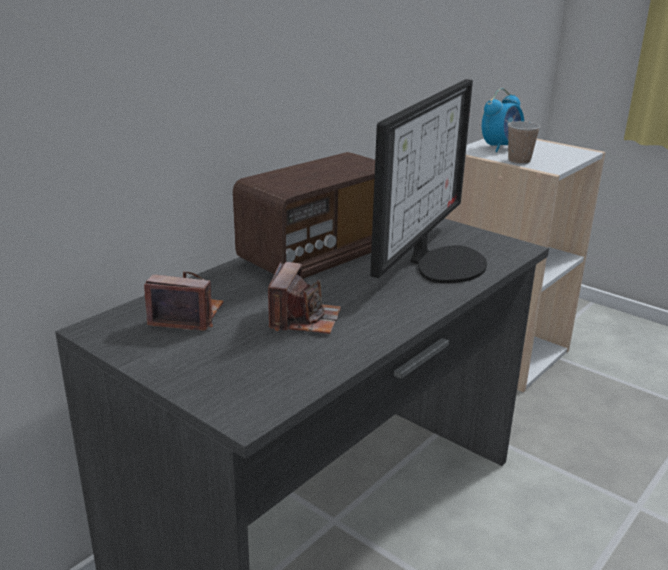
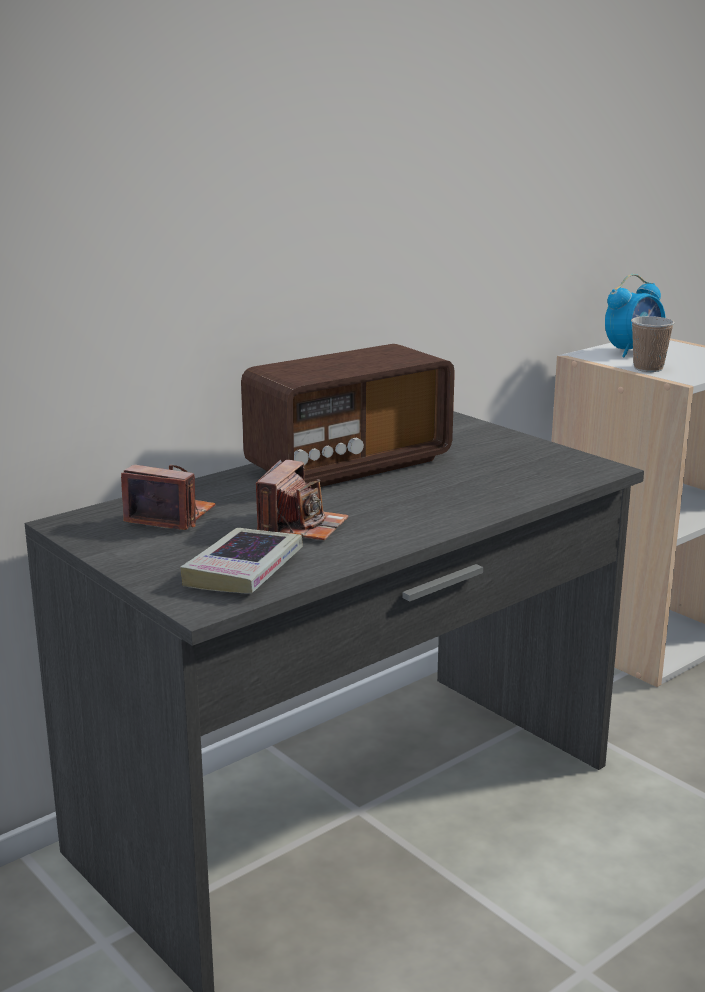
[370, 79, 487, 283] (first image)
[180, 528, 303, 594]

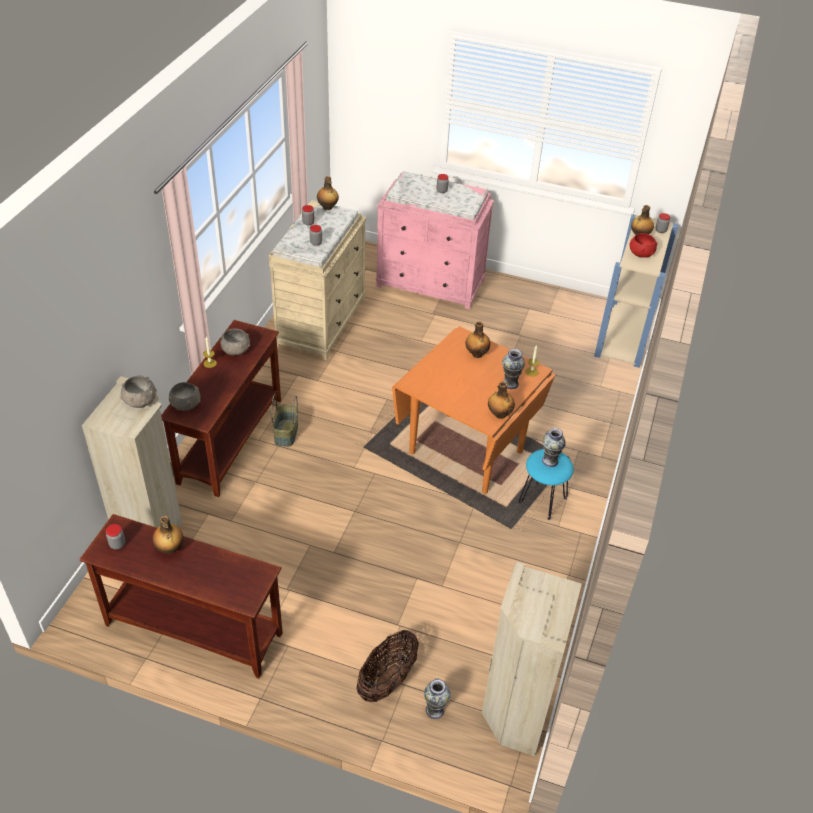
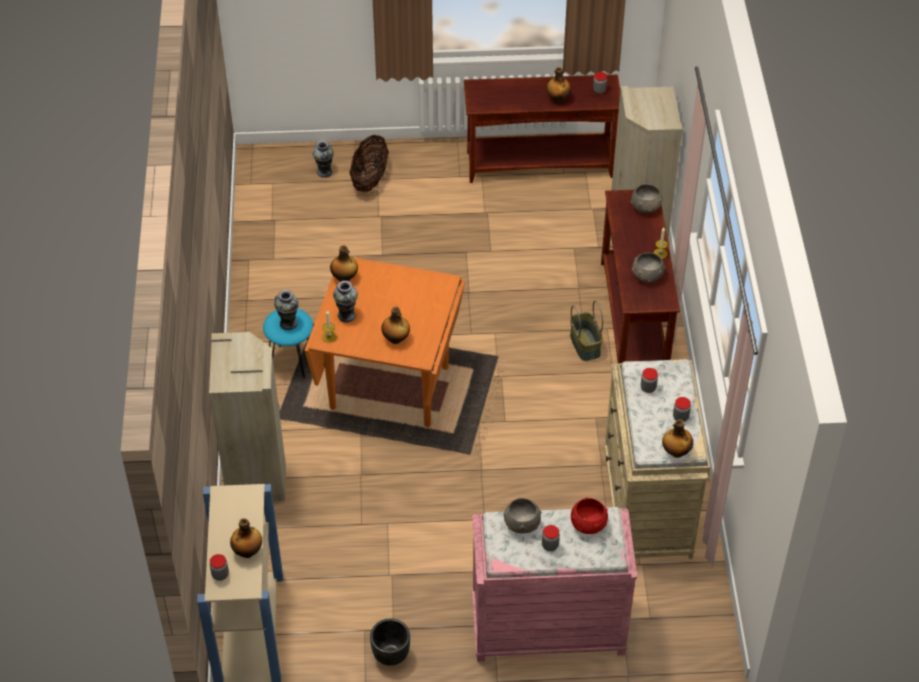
[504, 498, 542, 534]
[209, 332, 286, 502]
[571, 498, 608, 534]
[370, 619, 410, 666]

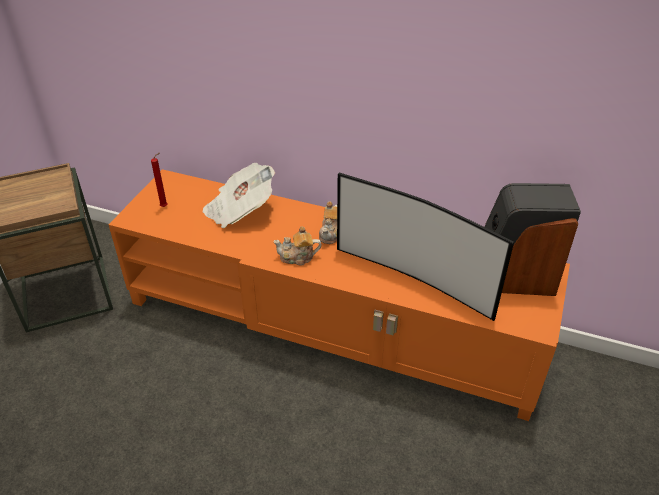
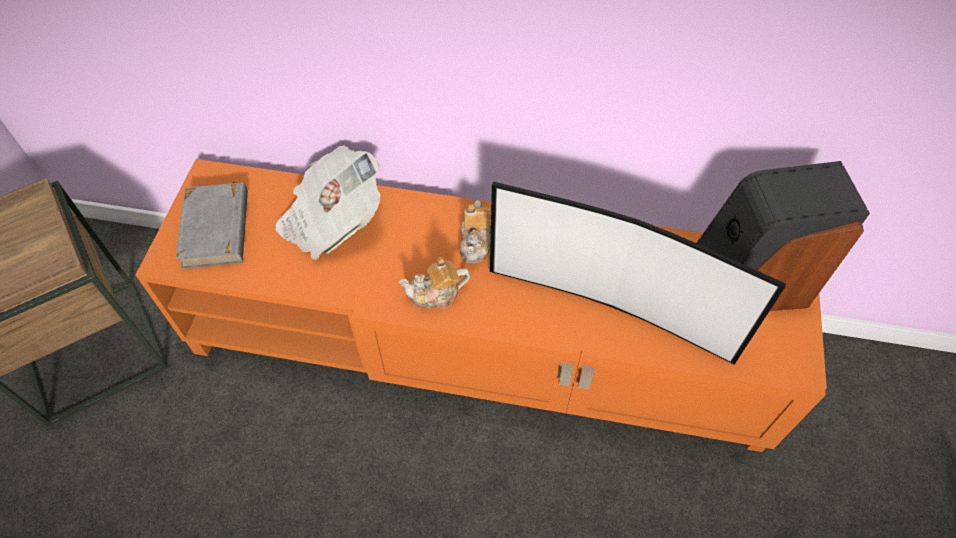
[175, 182, 248, 269]

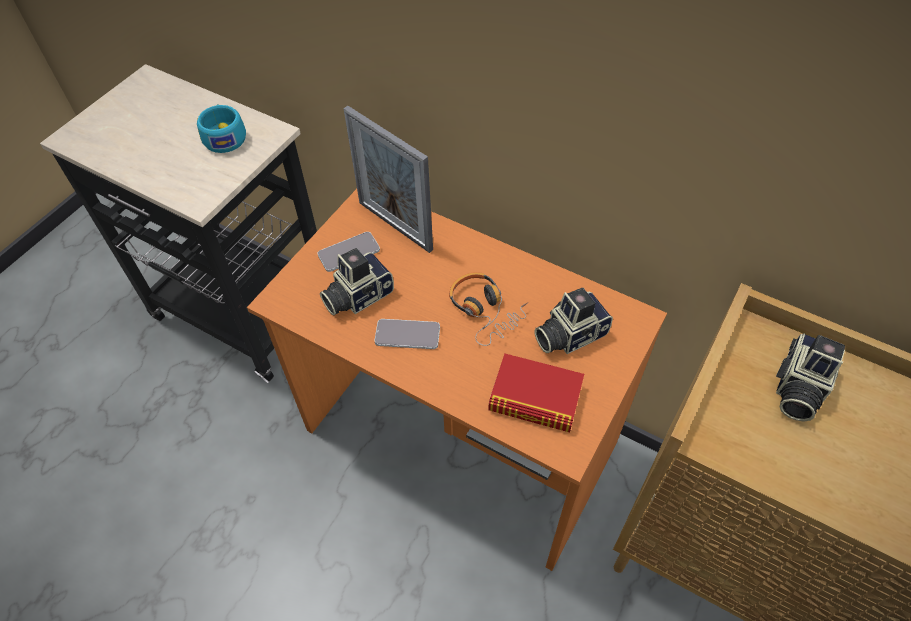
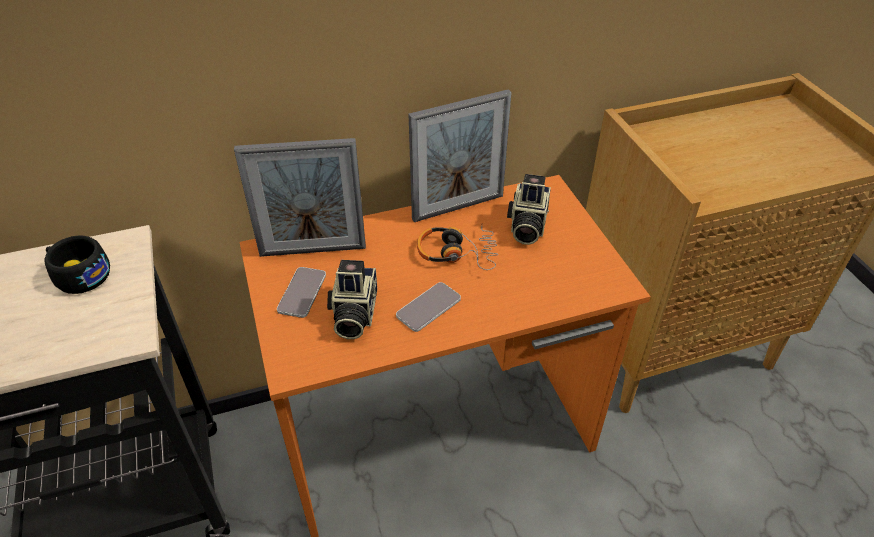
[44, 235, 110, 294]
[488, 353, 584, 433] (first image)
[776, 333, 845, 422] (first image)
[408, 89, 512, 222]

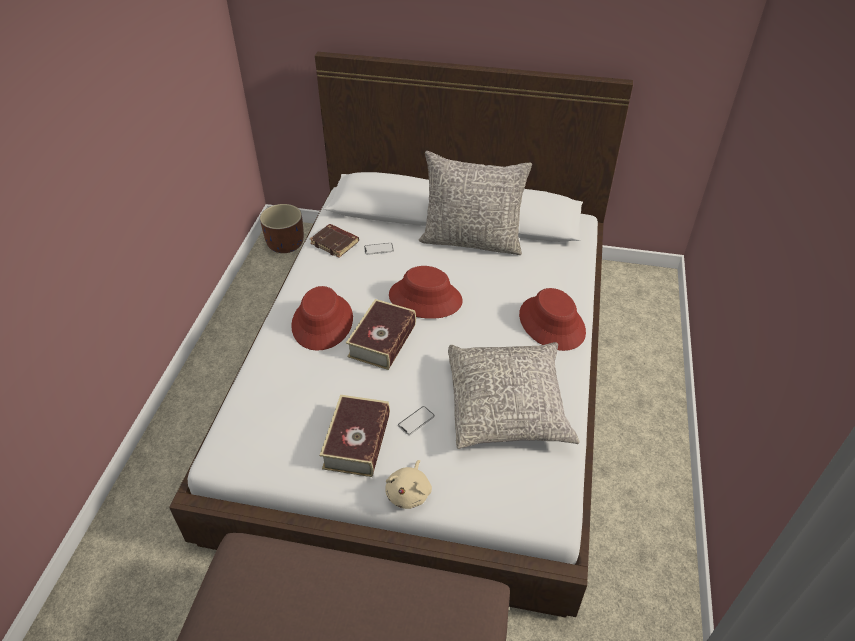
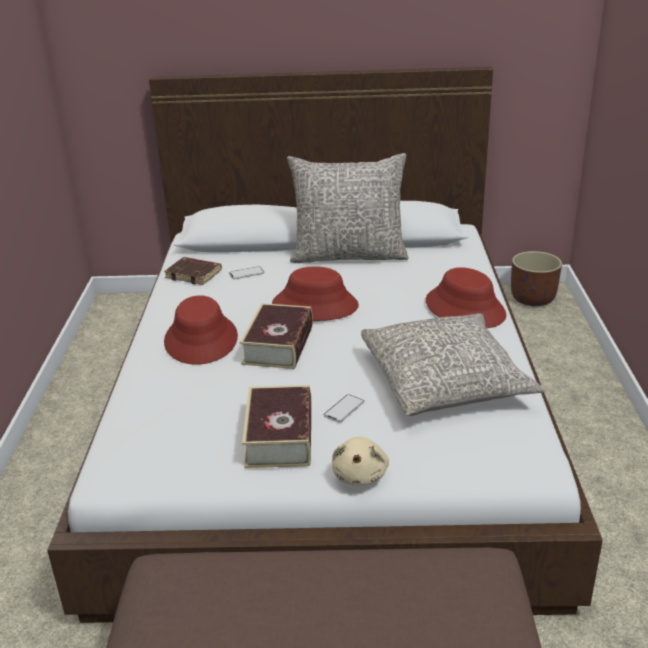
[511, 251, 562, 306]

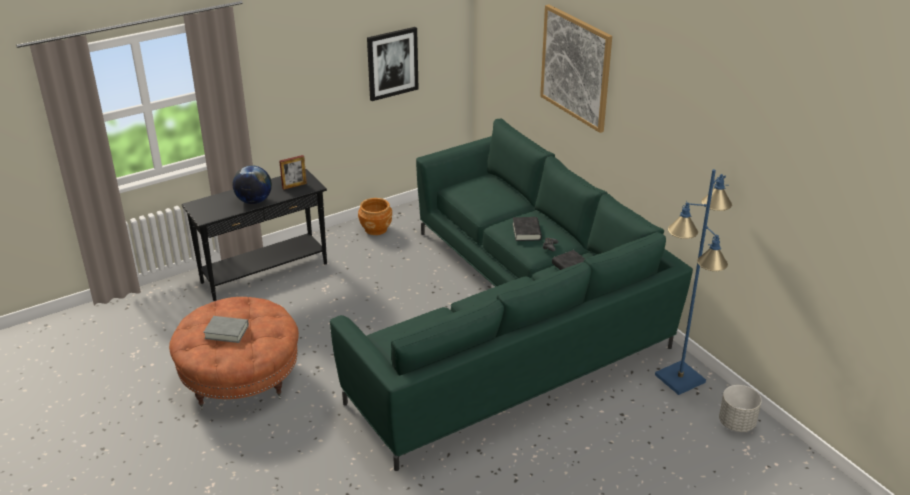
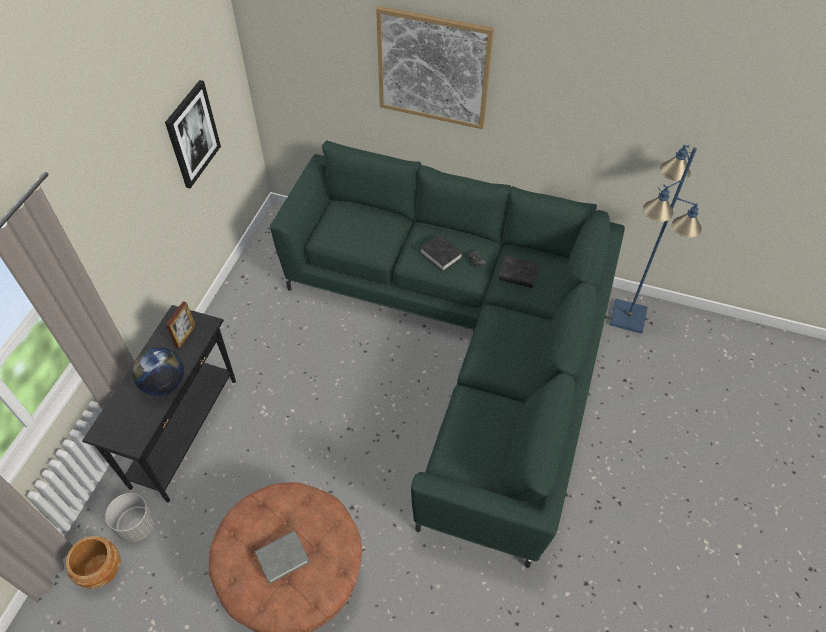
[66, 536, 121, 588]
[105, 493, 155, 543]

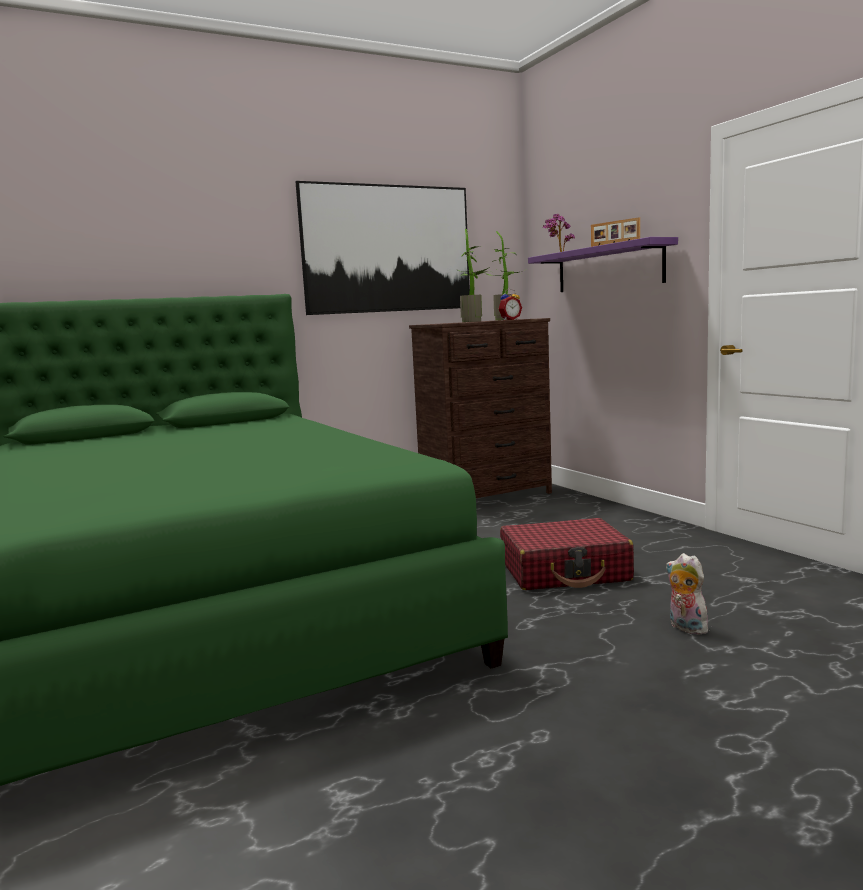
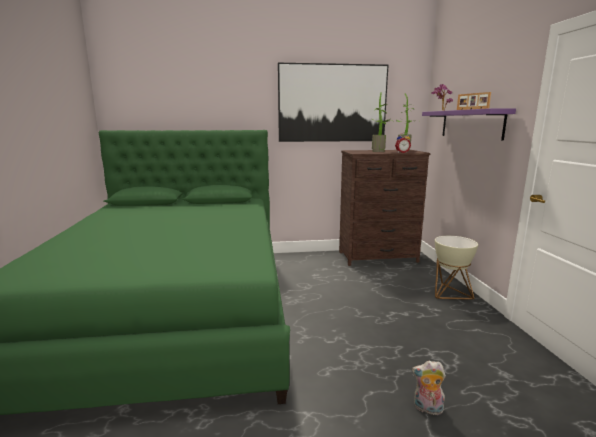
[500, 518, 634, 590] (first image)
[412, 361, 446, 415]
[435, 236, 478, 299]

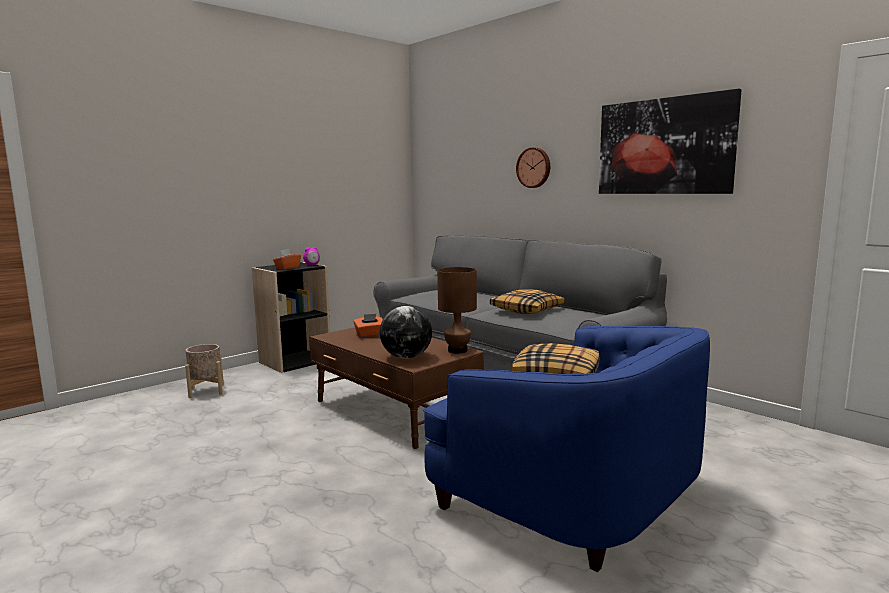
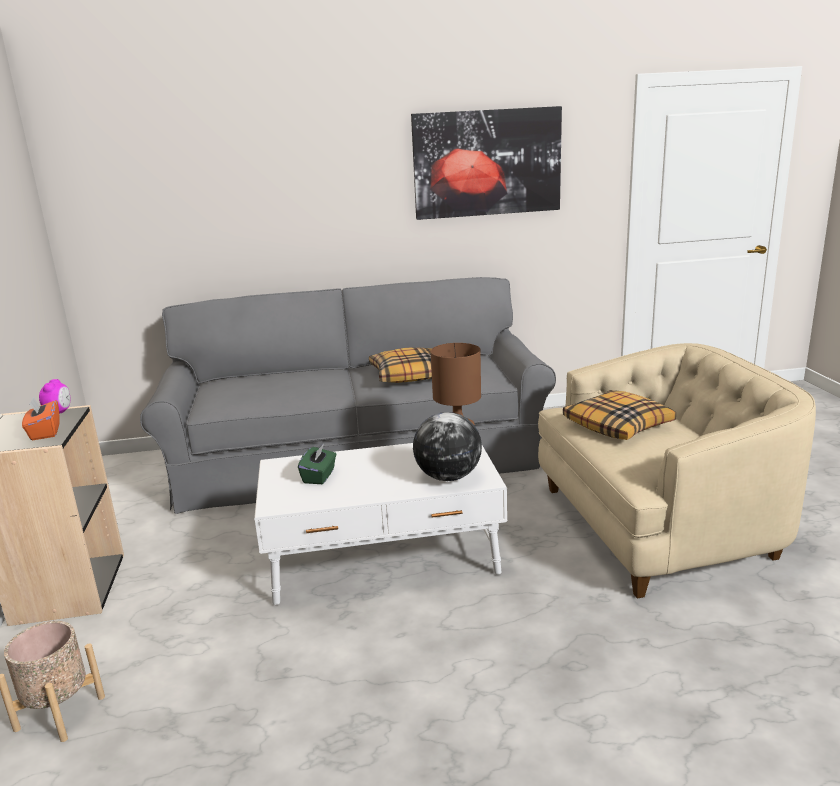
[254, 443, 507, 605]
[298, 444, 336, 484]
[538, 343, 816, 599]
[516, 147, 550, 188] (first image)

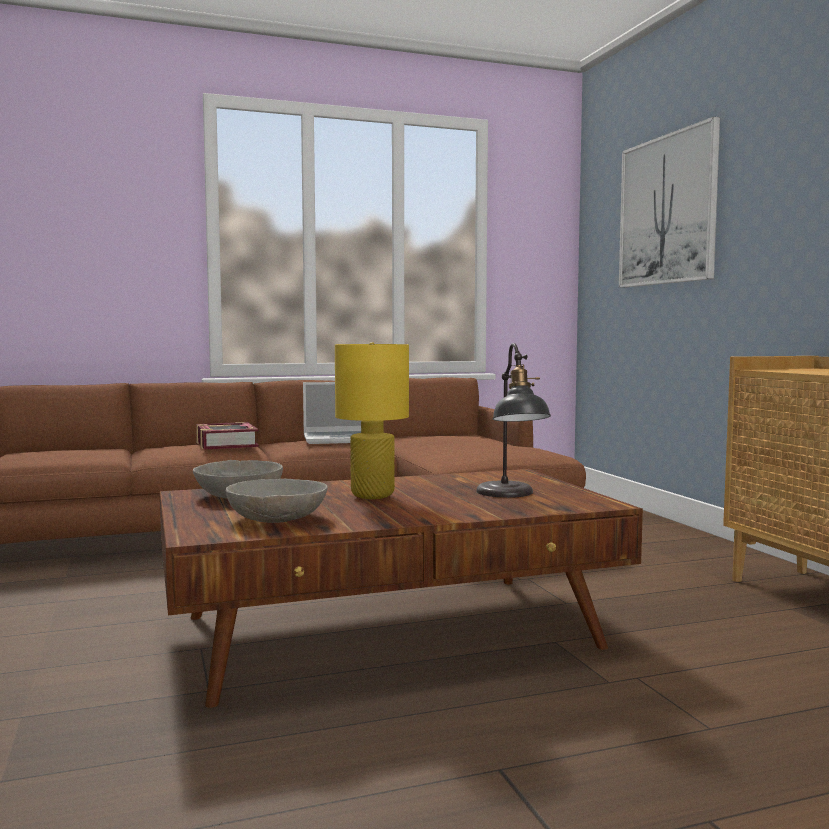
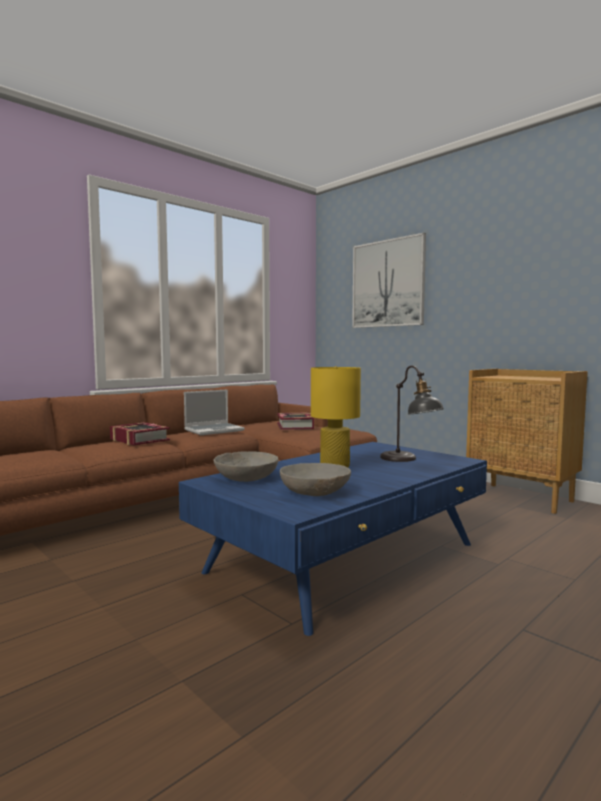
[179, 442, 487, 636]
[277, 413, 314, 430]

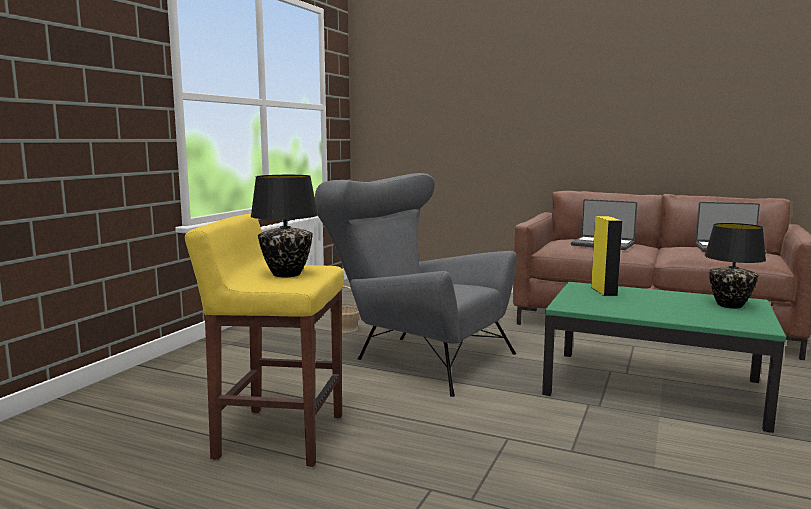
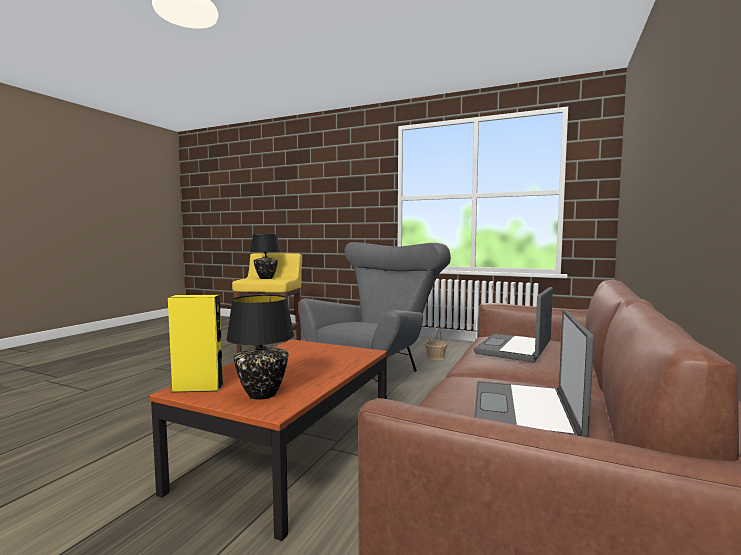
[150, 340, 387, 541]
[168, 295, 223, 393]

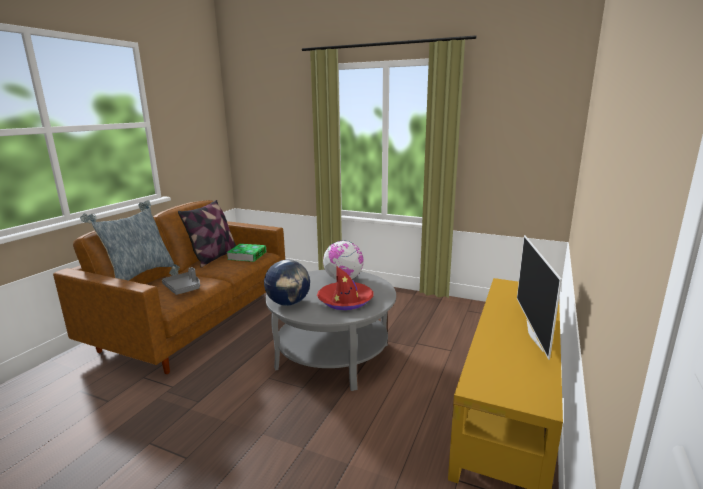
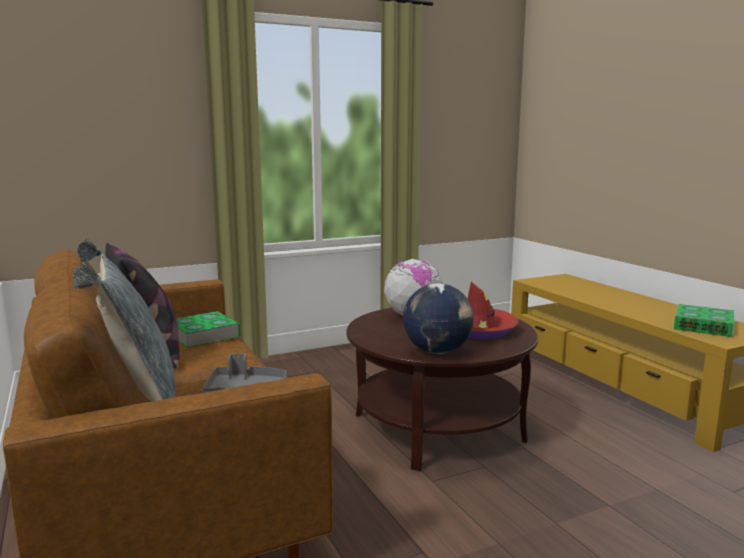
[346, 308, 538, 471]
[517, 235, 562, 360] (first image)
[674, 304, 734, 337]

